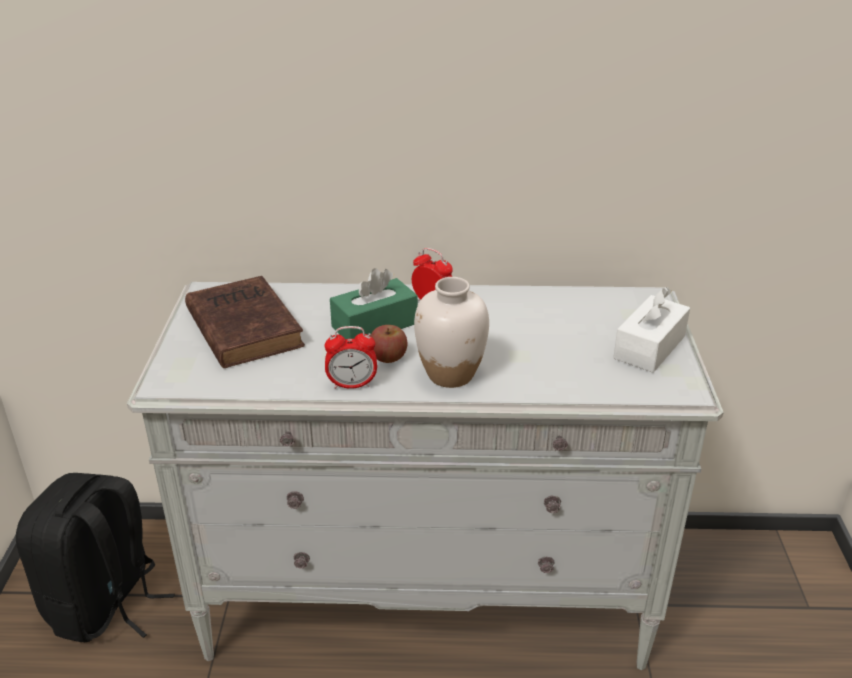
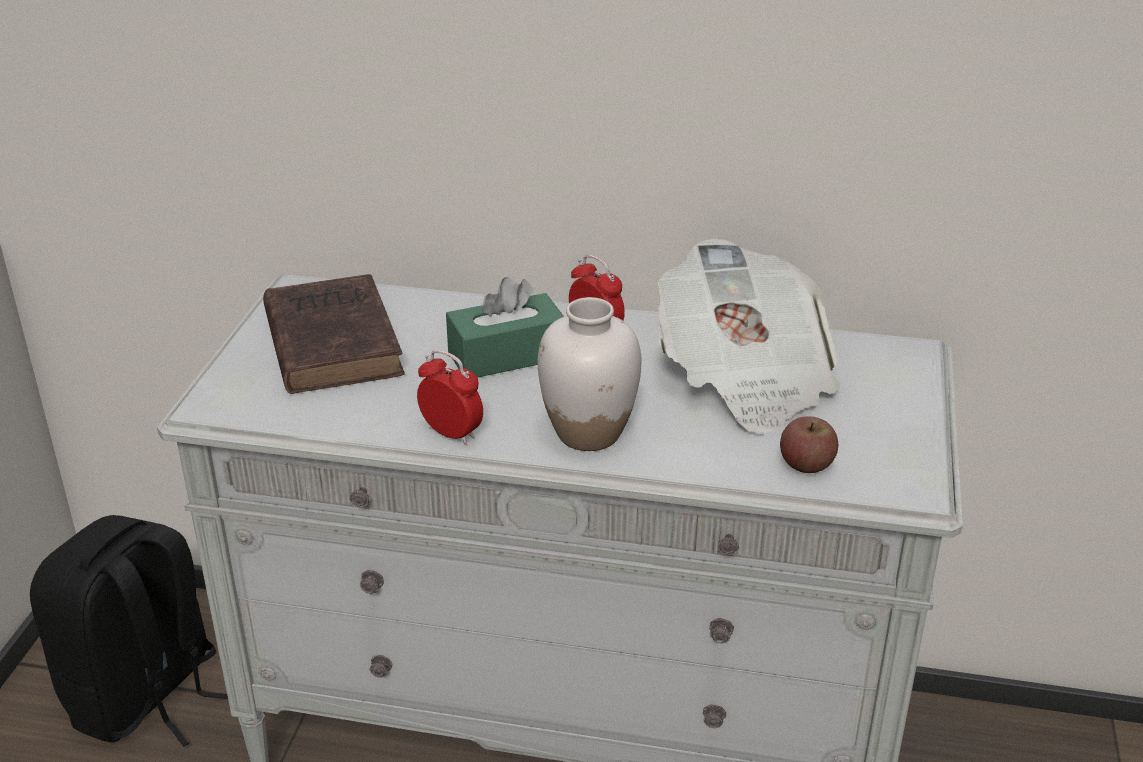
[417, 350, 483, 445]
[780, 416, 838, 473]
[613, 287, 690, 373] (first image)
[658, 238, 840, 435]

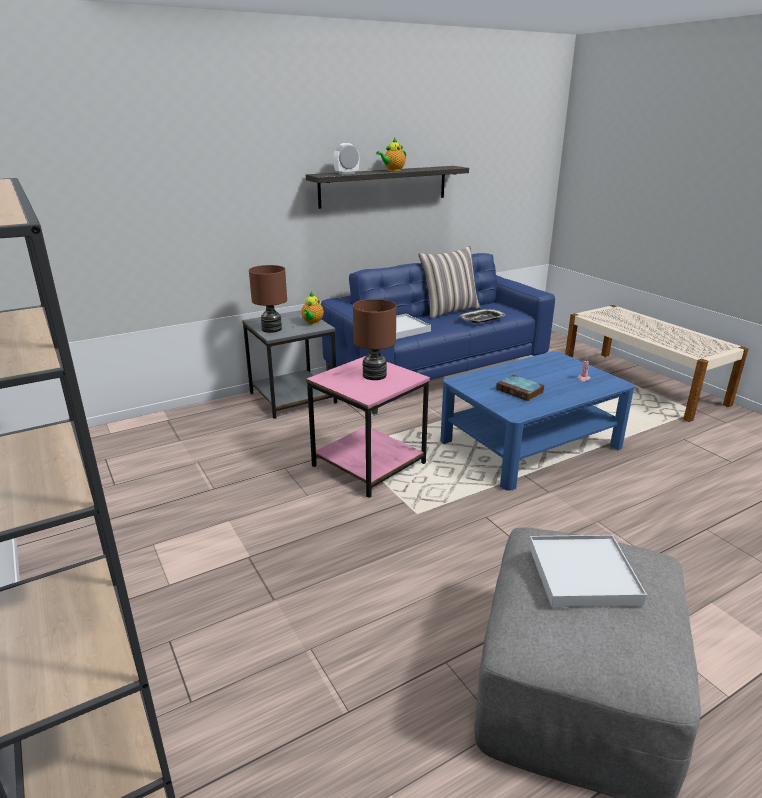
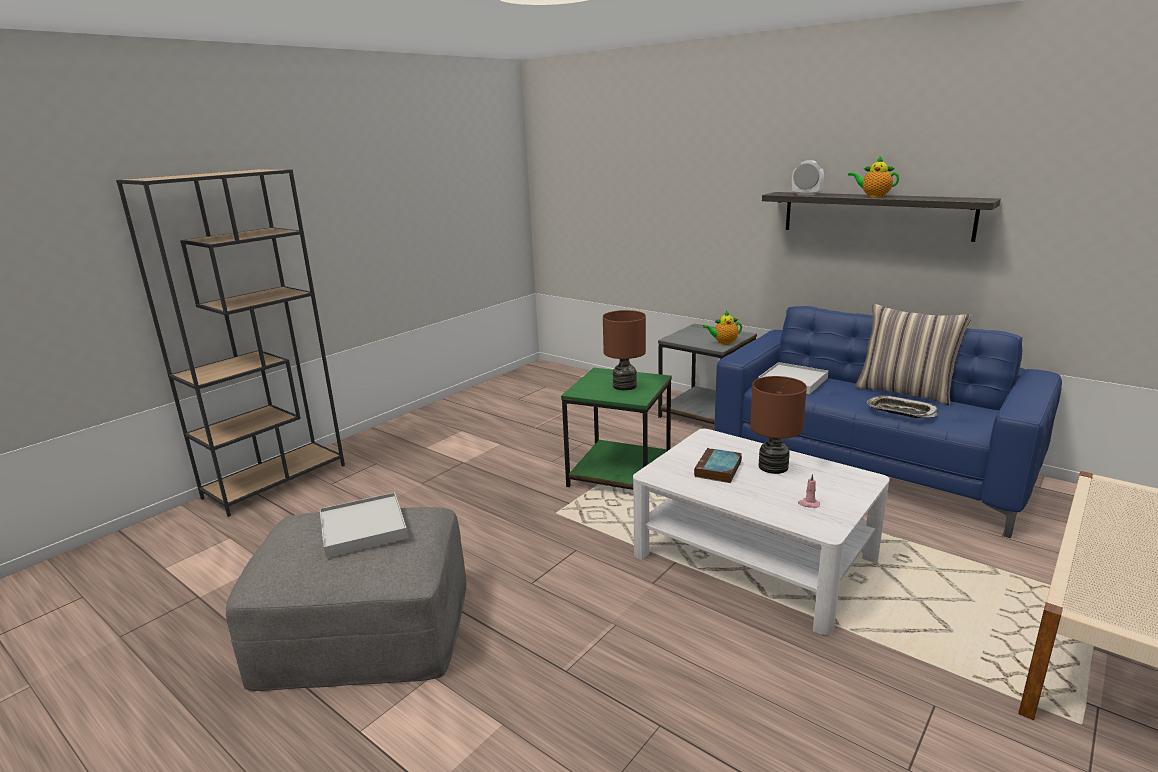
[750, 376, 807, 474]
[561, 368, 672, 490]
[633, 429, 890, 635]

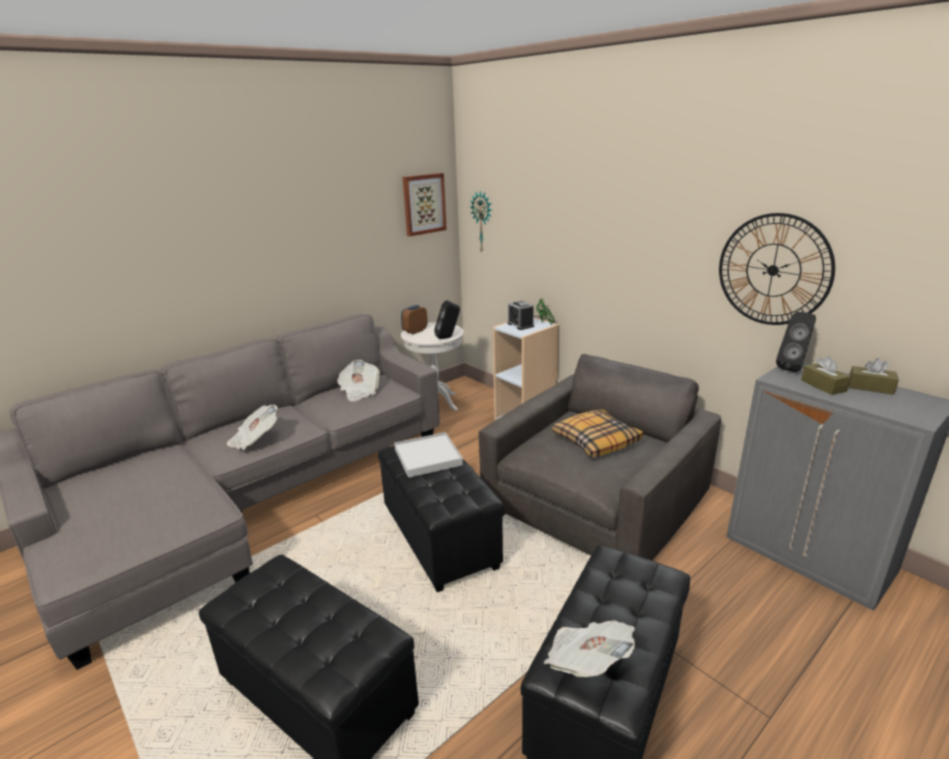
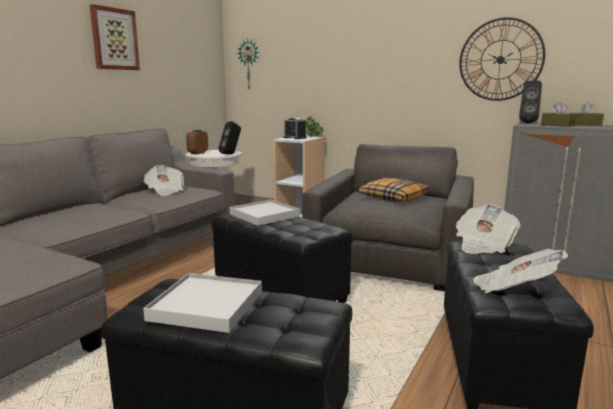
[455, 204, 521, 254]
[90, 4, 140, 70]
[143, 273, 262, 333]

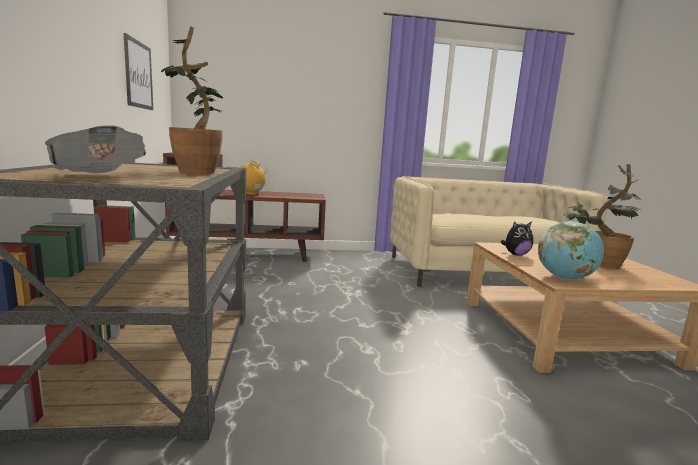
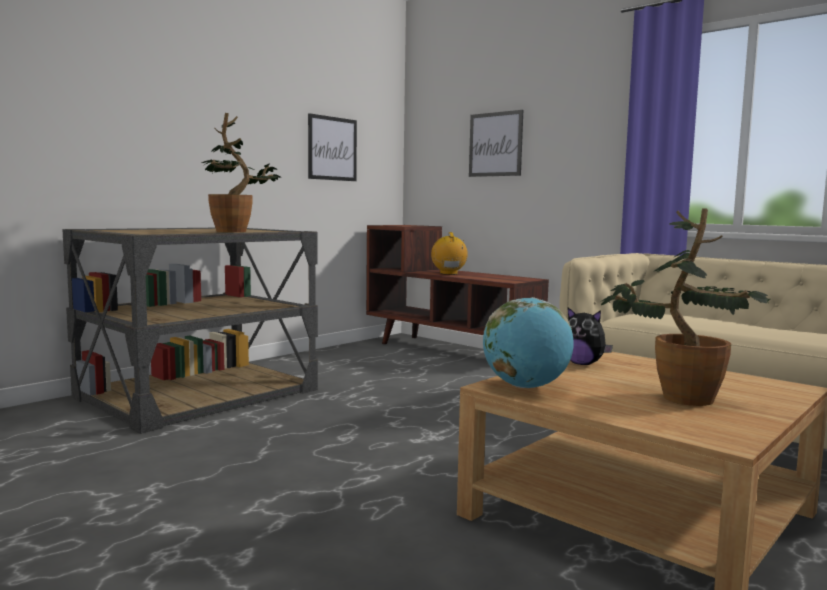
[45, 126, 146, 173] (first image)
[469, 110, 523, 177]

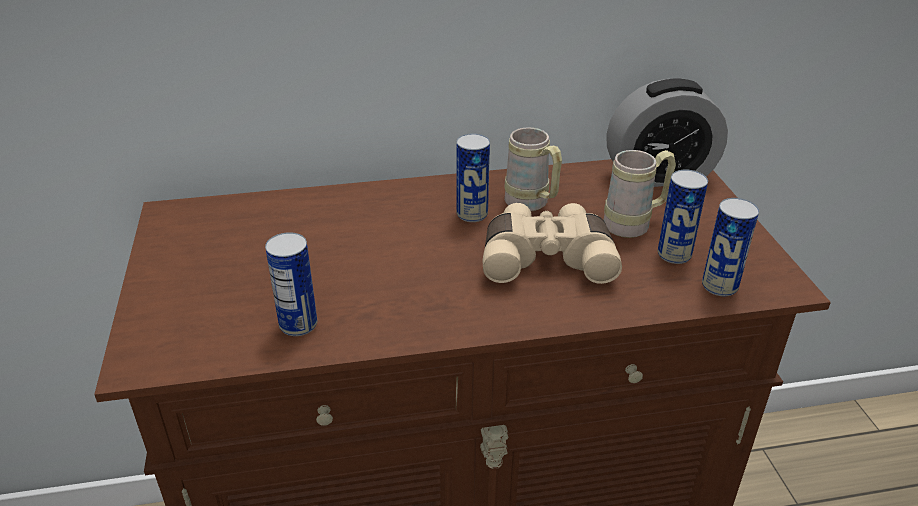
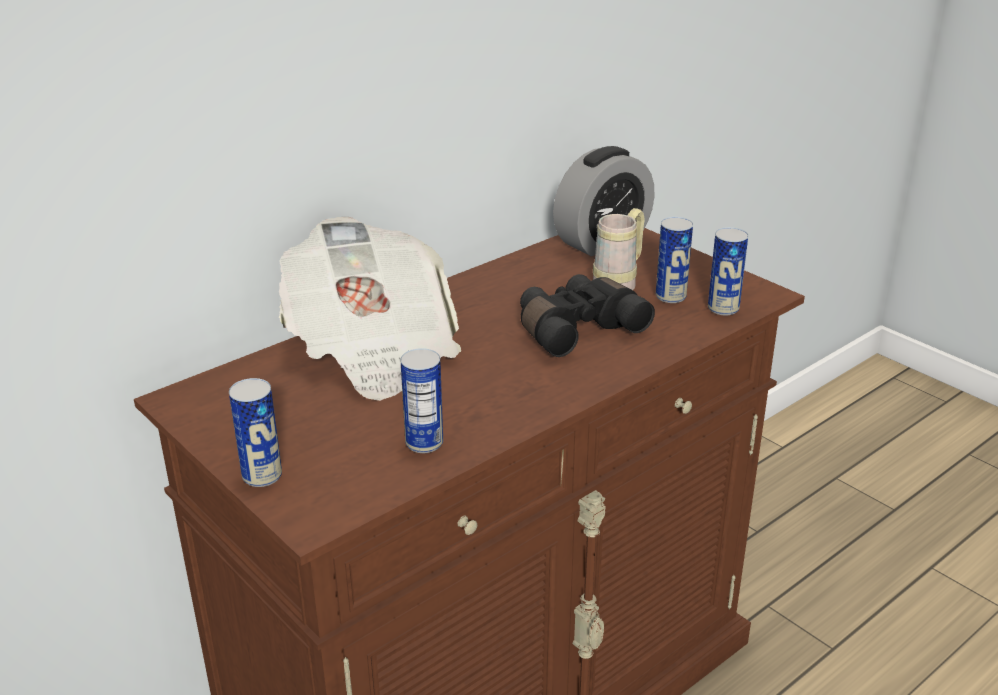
[229, 378, 282, 487]
[520, 274, 655, 357]
[504, 127, 562, 211] (first image)
[279, 217, 461, 401]

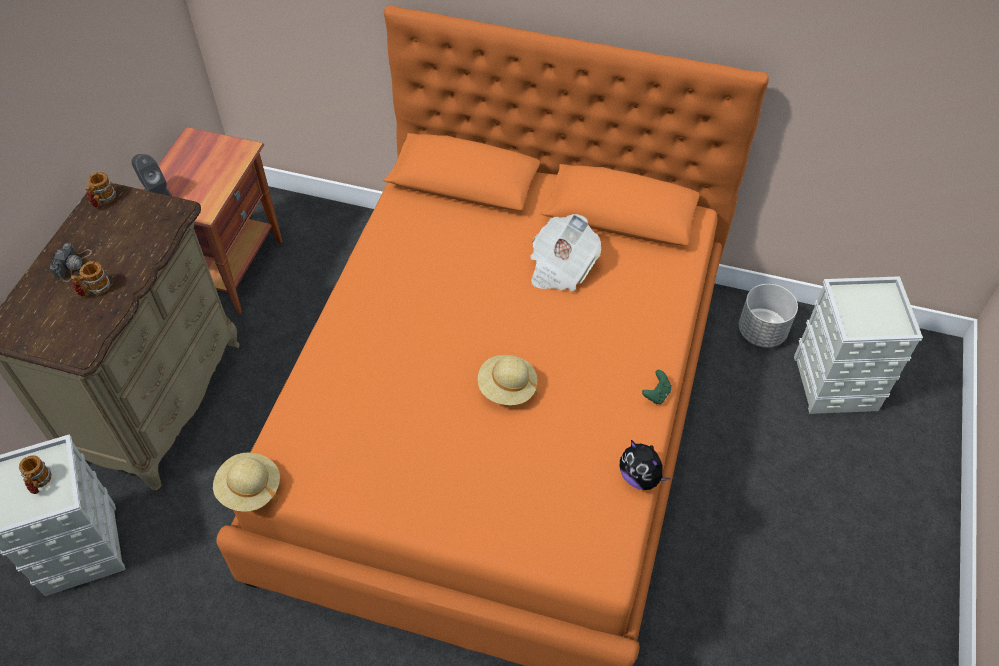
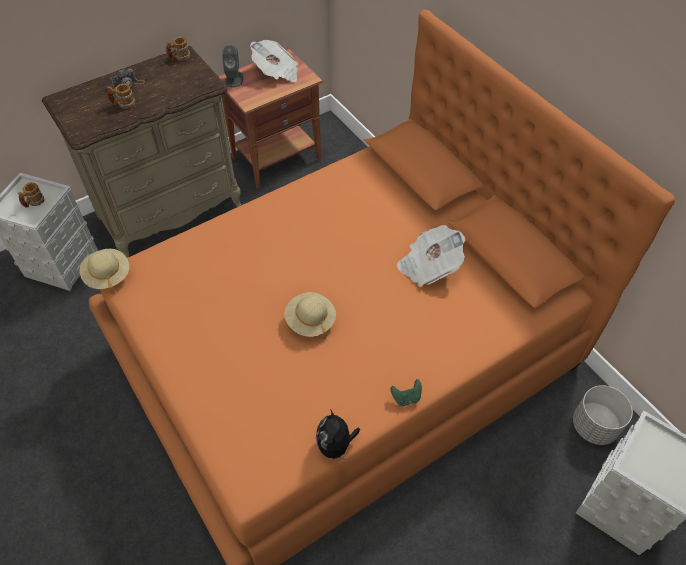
[250, 40, 298, 82]

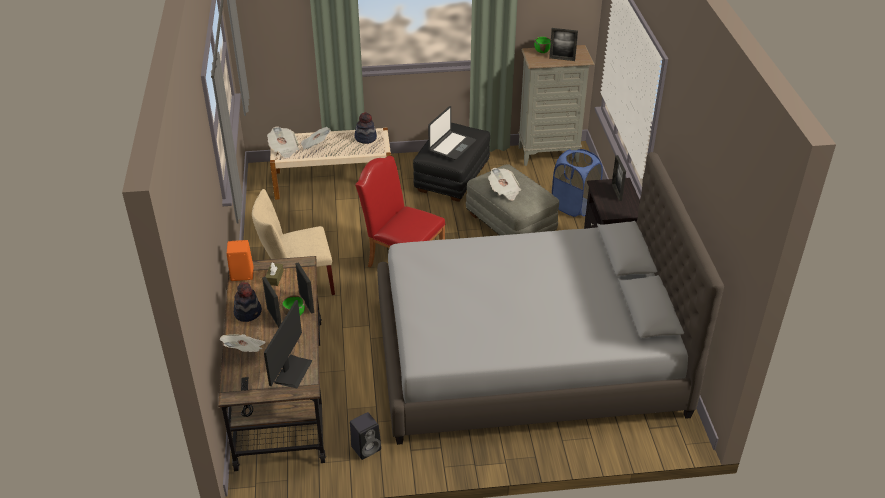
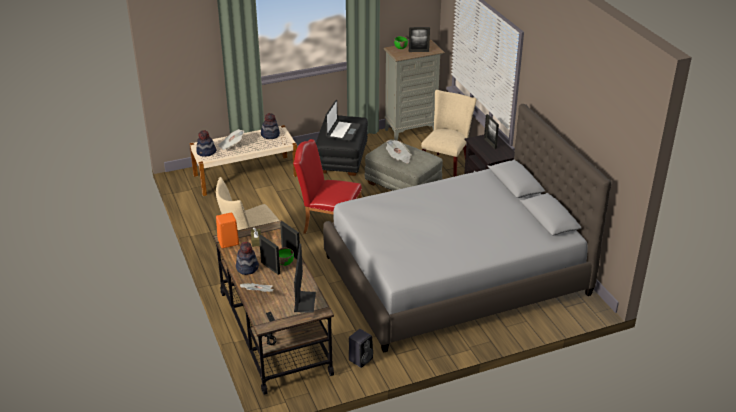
[196, 130, 216, 157]
[421, 90, 476, 177]

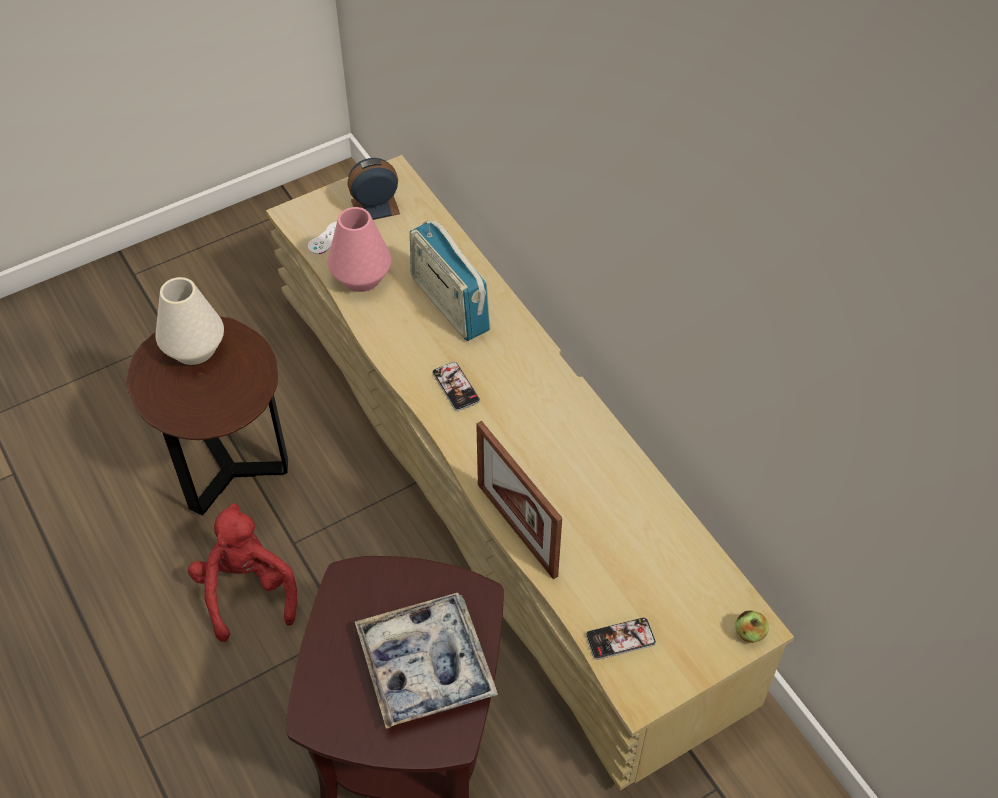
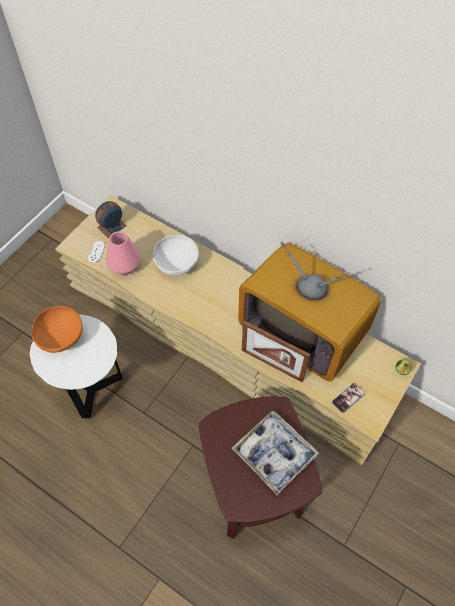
[30, 314, 122, 419]
[32, 306, 83, 353]
[188, 503, 297, 642] (first image)
[153, 235, 199, 276]
[432, 362, 480, 411] (first image)
[238, 242, 381, 382]

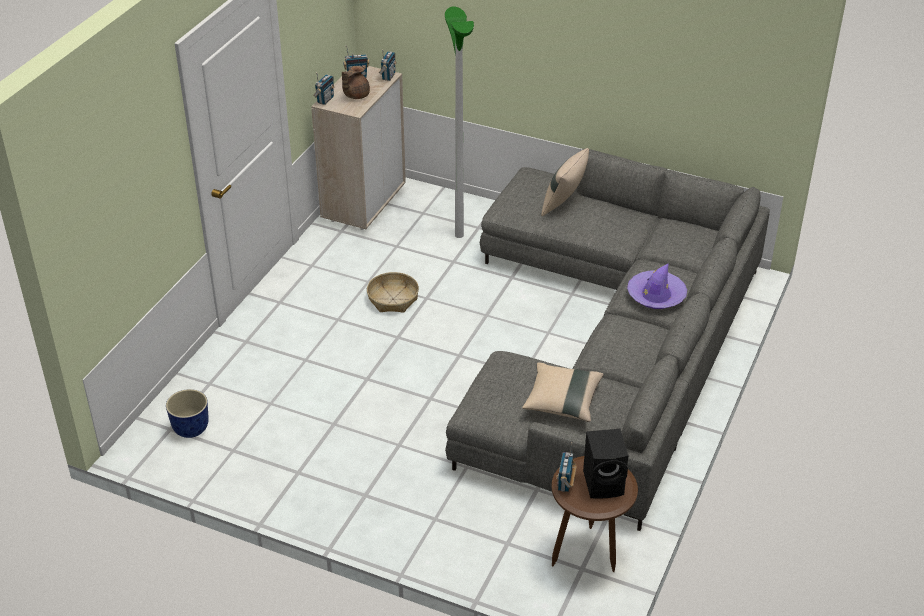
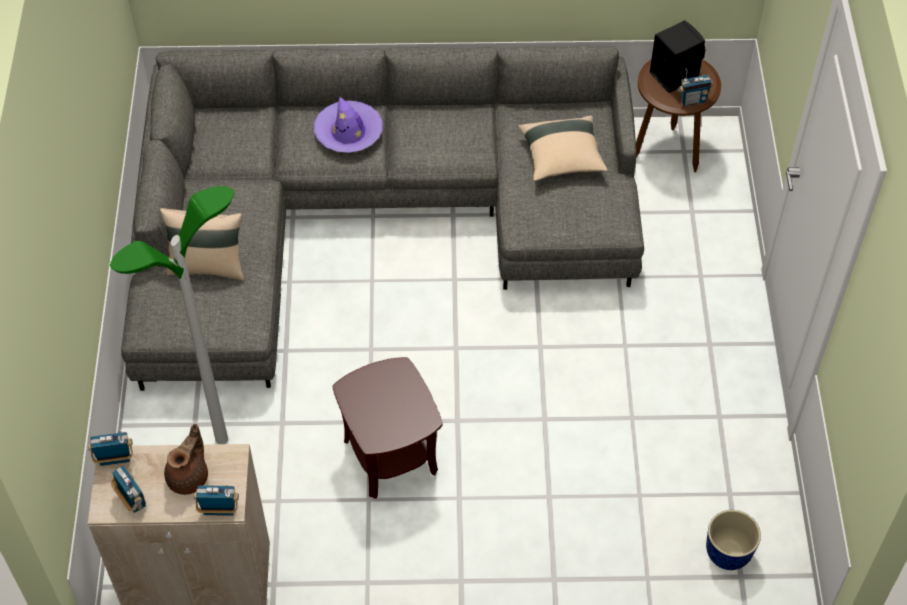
[164, 424, 208, 495]
[333, 357, 443, 499]

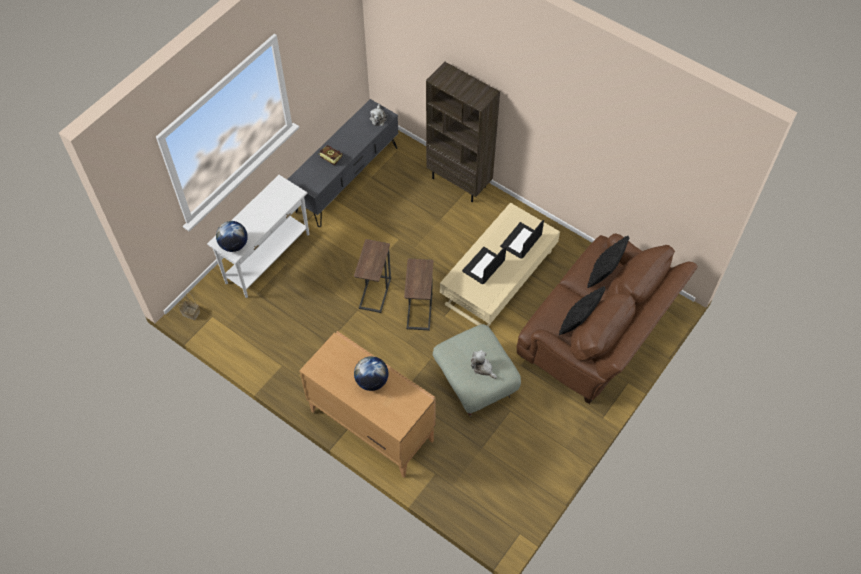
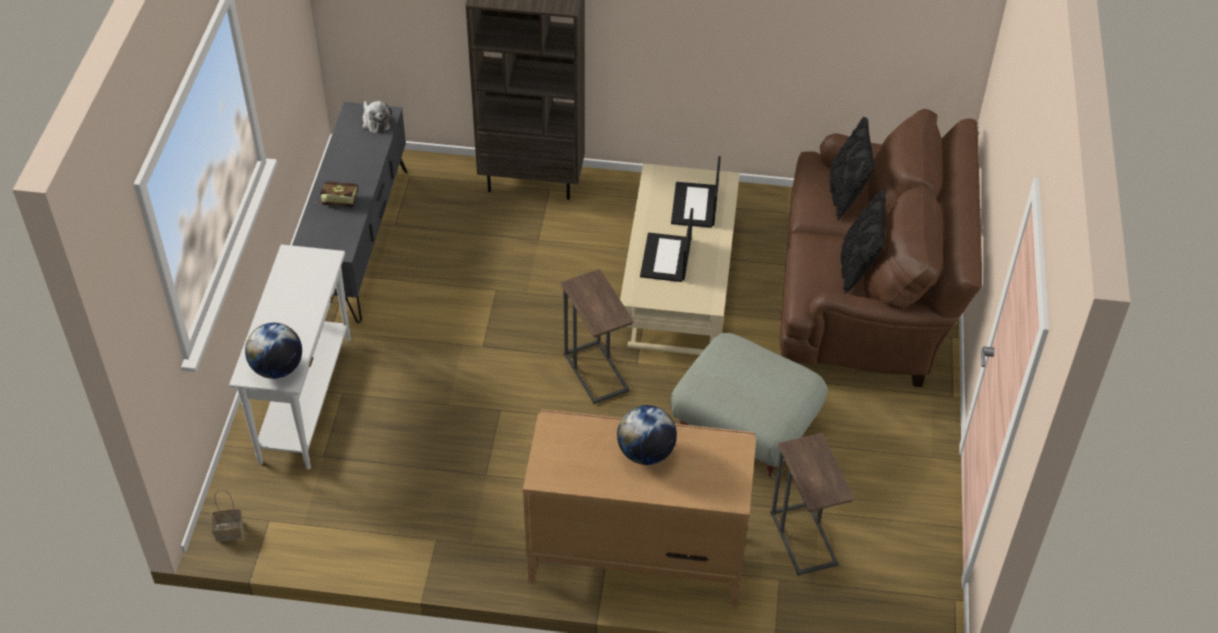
[770, 433, 854, 576]
[471, 350, 497, 379] (first image)

